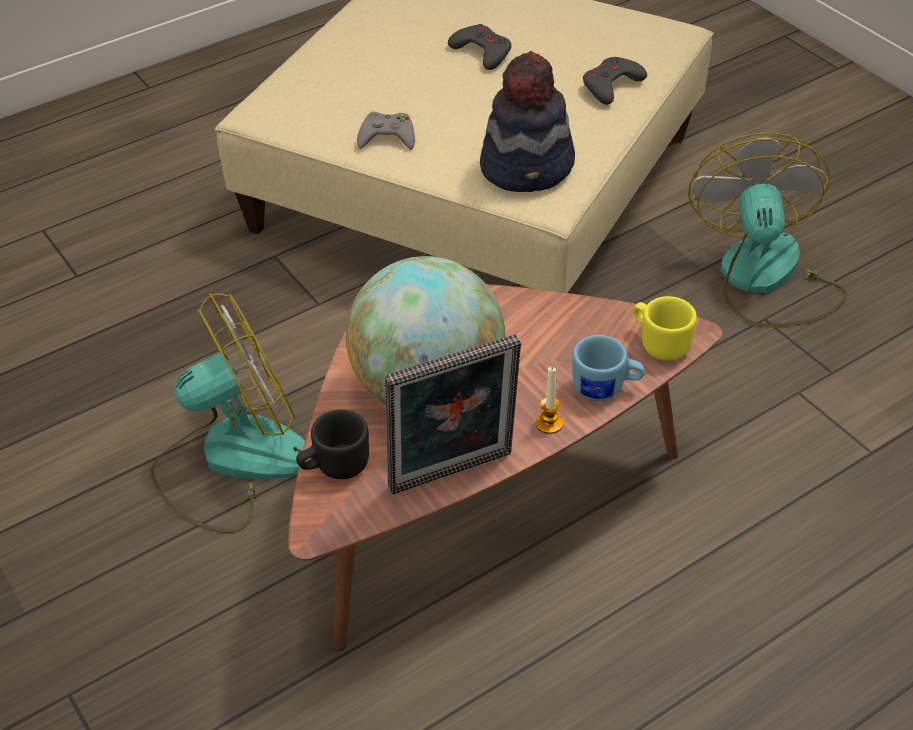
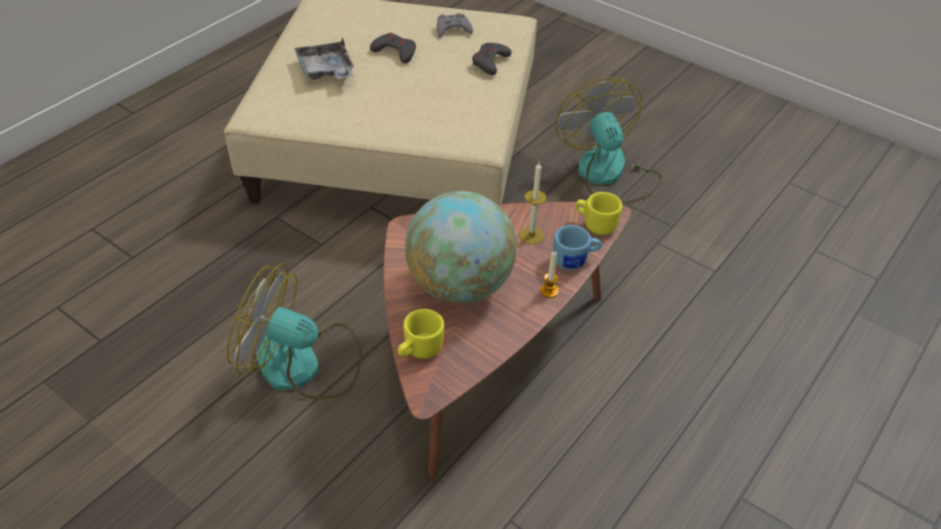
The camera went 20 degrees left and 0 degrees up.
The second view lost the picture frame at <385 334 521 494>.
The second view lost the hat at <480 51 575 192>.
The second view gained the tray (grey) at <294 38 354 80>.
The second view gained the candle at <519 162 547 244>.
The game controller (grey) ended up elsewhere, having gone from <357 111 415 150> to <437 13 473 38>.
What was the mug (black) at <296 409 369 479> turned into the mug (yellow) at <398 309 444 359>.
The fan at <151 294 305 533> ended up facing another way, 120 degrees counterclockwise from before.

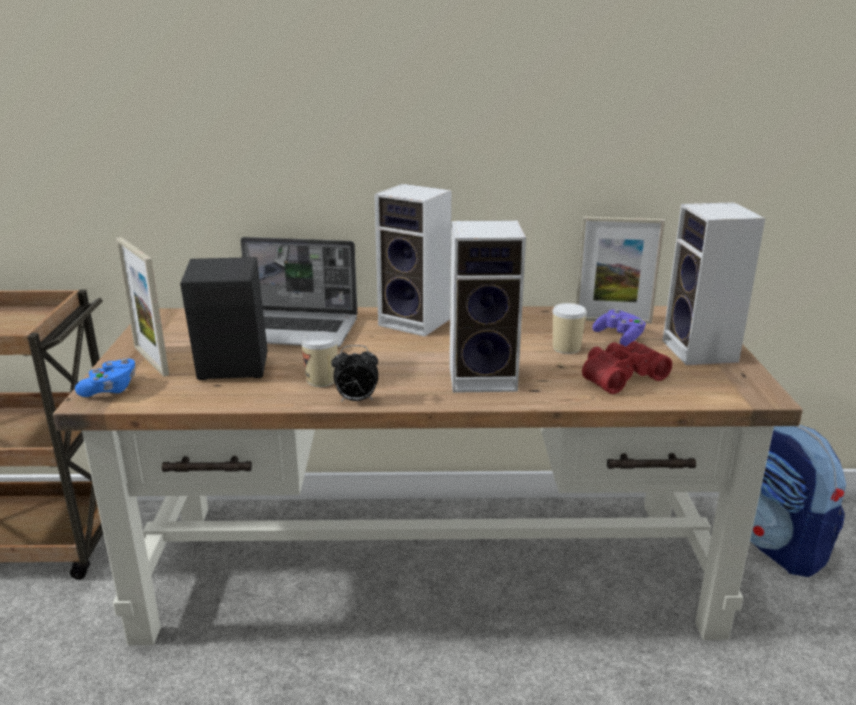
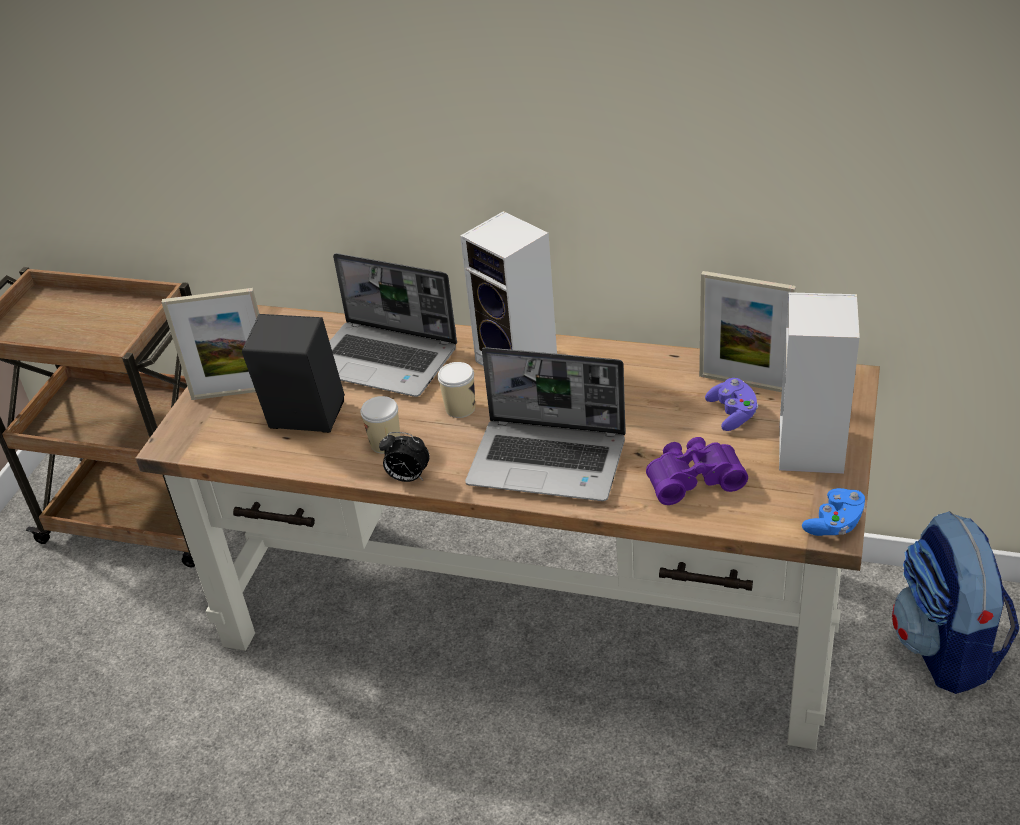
The camera went 20 degrees right and 15 degrees up.
The game controller (blue) ended up elsewhere, having gone from <75 358 135 397> to <802 488 866 536>.
The cup ended up elsewhere, having gone from <553 303 587 354> to <438 362 475 418>.
Where the speaker stood at <450 220 526 393>, the laptop came to stand at <465 347 626 501>.
What was the binoculars (red) at <582 341 672 394> turned into the binoculars (purple) at <646 437 748 505>.
The picture frame at <116 237 169 377> ended up facing another way, 75 degrees counterclockwise from before.

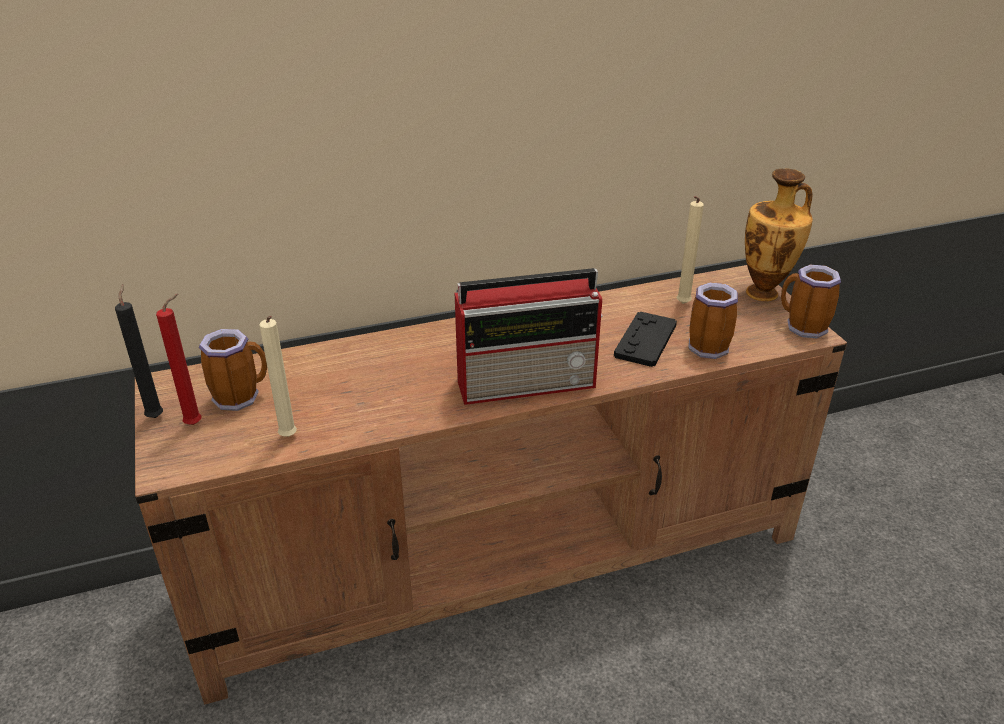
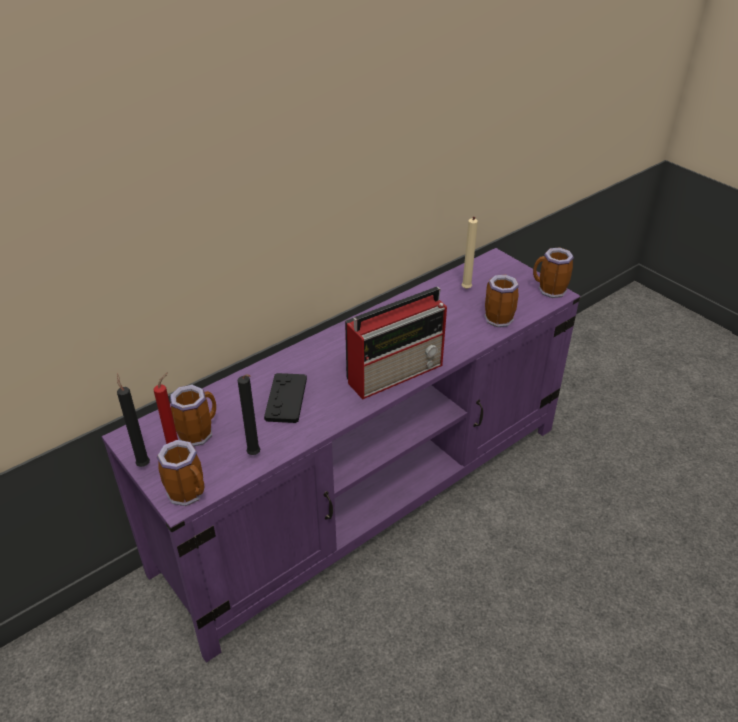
The camera went 20 degrees left and 5 degrees up.
The second view lost the vase at <745 168 813 301>.
The second view gained the mug at <157 440 205 506>.
The game controller (black) ended up elsewhere, having gone from <614 312 677 367> to <264 373 307 423>.
What was the tv stand (brown) at <135 265 847 705> turned into the tv stand (purple) at <102 248 580 663>.
What was the candle (beige) at <260 316 297 437> turned into the candle (black) at <237 374 260 455>.

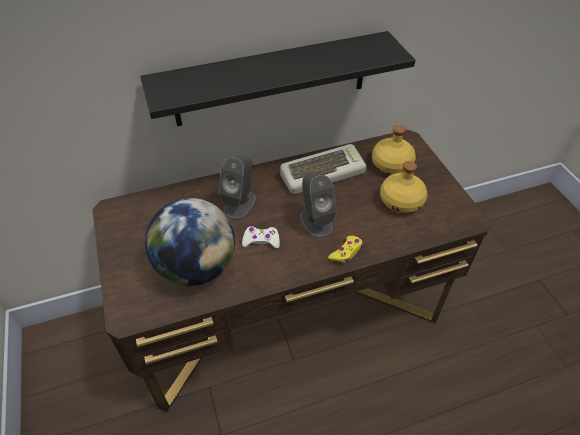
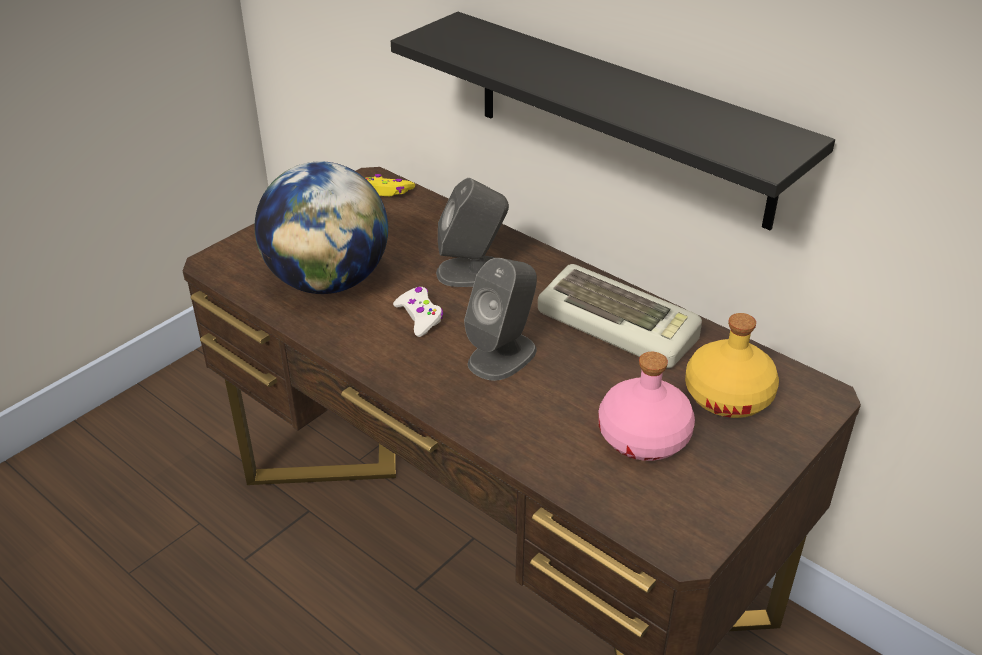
The camera went 60 degrees right and 10 degrees down.
The game controller (yellow) ended up elsewhere, having gone from <328 236 363 263> to <365 174 415 196>.
What was the bottle (yellow) at <380 161 427 213> turned into the bottle (pink) at <598 352 695 461>.

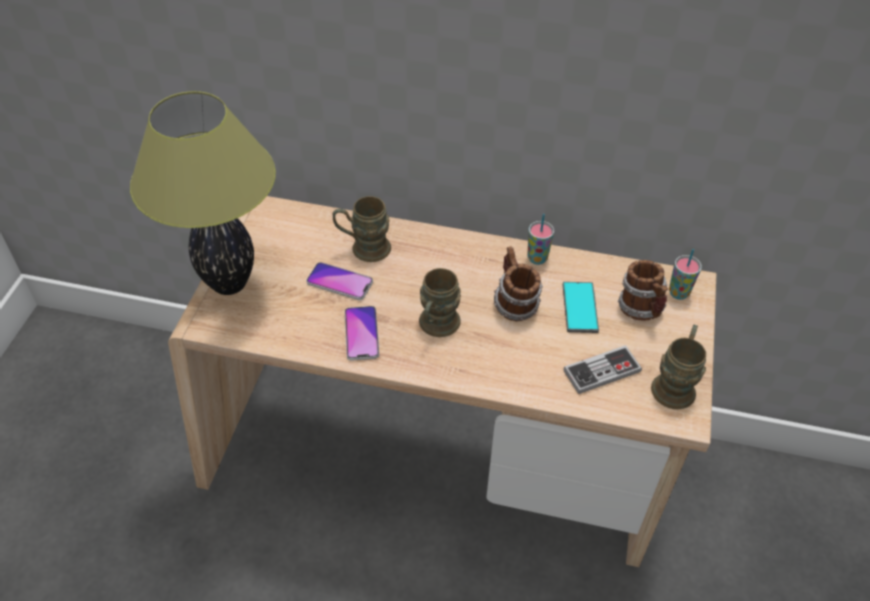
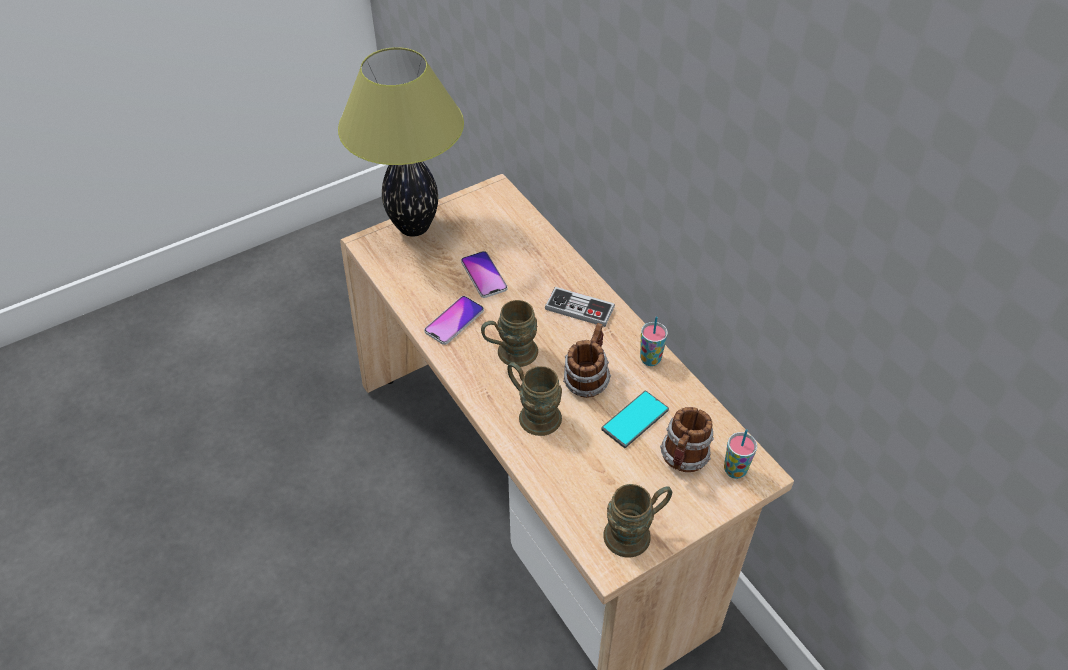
The camera went 45 degrees right and 0 degrees up.
The mug (brown) ended up elsewhere, having gone from <333 196 391 262> to <508 362 562 436>.
The game controller ended up elsewhere, having gone from <563 345 642 394> to <545 287 615 327>.

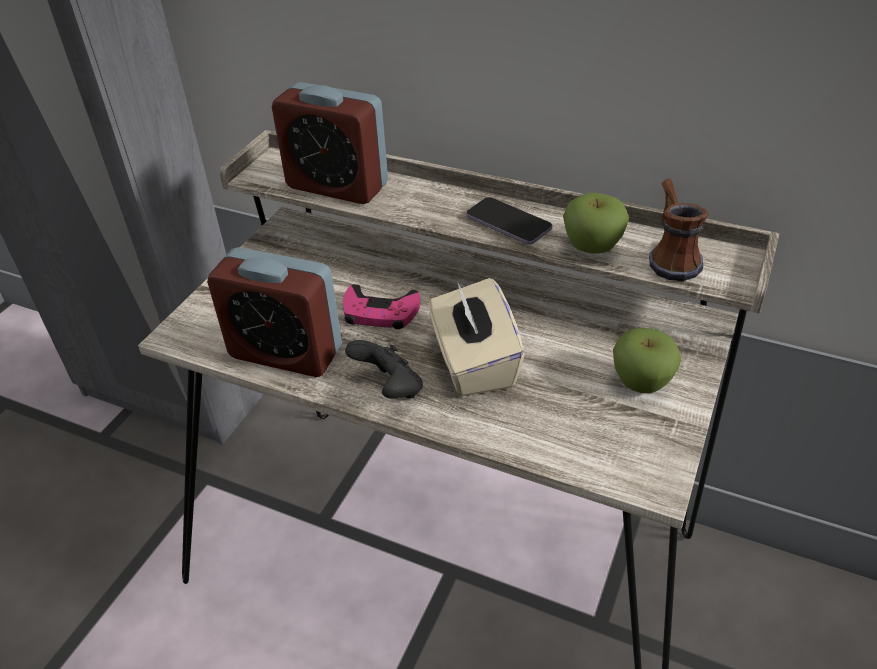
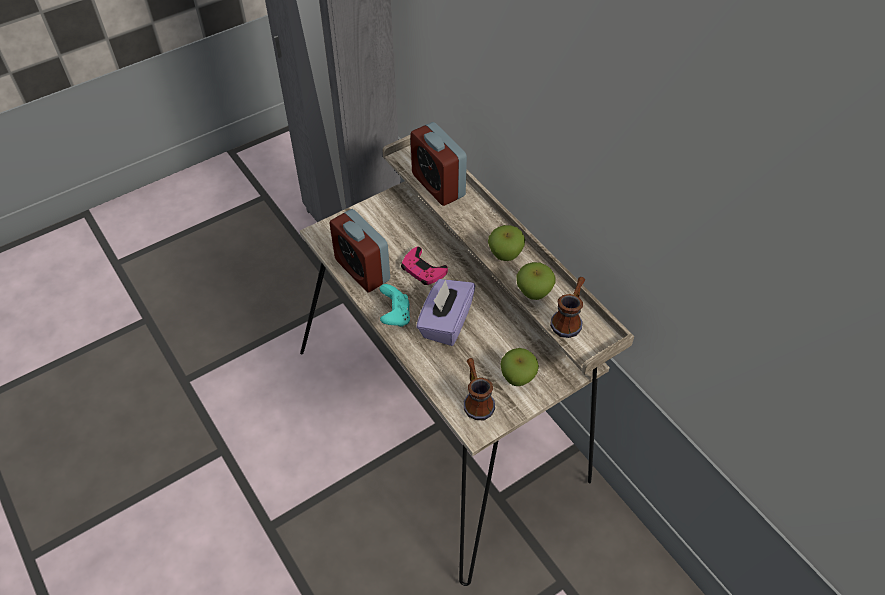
The camera went 30 degrees right and 10 degrees up.
The second view gained the mug at <464 358 495 420>.
Where the phone stood at <466 197 552 245>, the apple came to stand at <488 225 525 261>.
What was the game controller (black) at <345 340 423 399> turned into the game controller (turquoise) at <380 284 410 327>.
What was the tissue box (beige) at <429 278 525 396> turned into the tissue box (purple) at <416 279 475 346>.

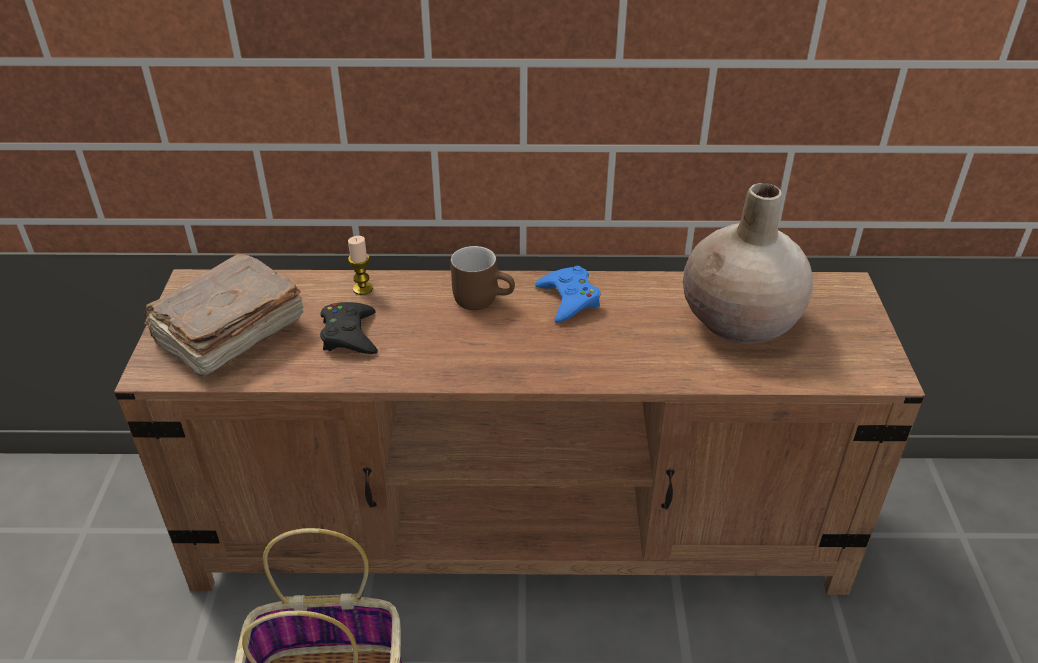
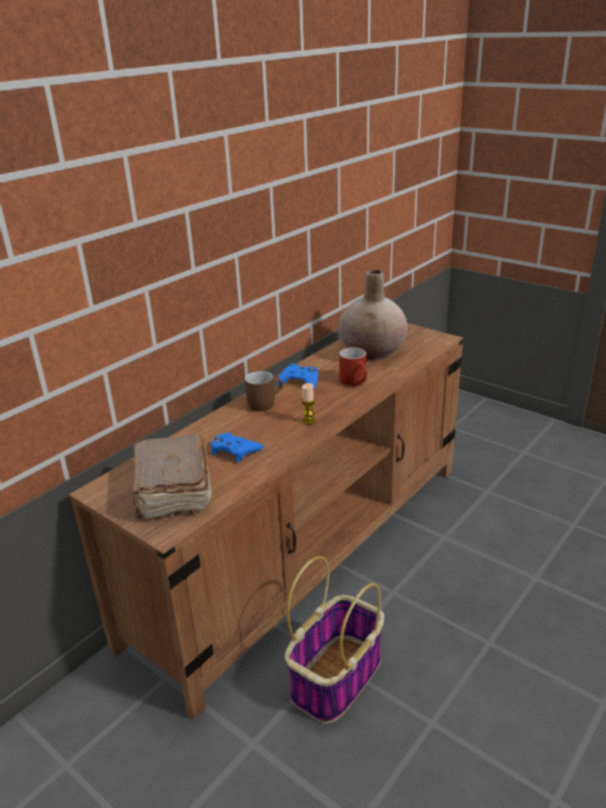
The camera went 50 degrees left and 10 degrees down.
The second view gained the mug (red) at <339 347 367 386>.
The candle ended up elsewhere, having gone from <348 236 373 295> to <301 383 316 425>.
What was the game controller (black) at <320 302 378 354> turned into the game controller (blue) at <211 433 264 463>.

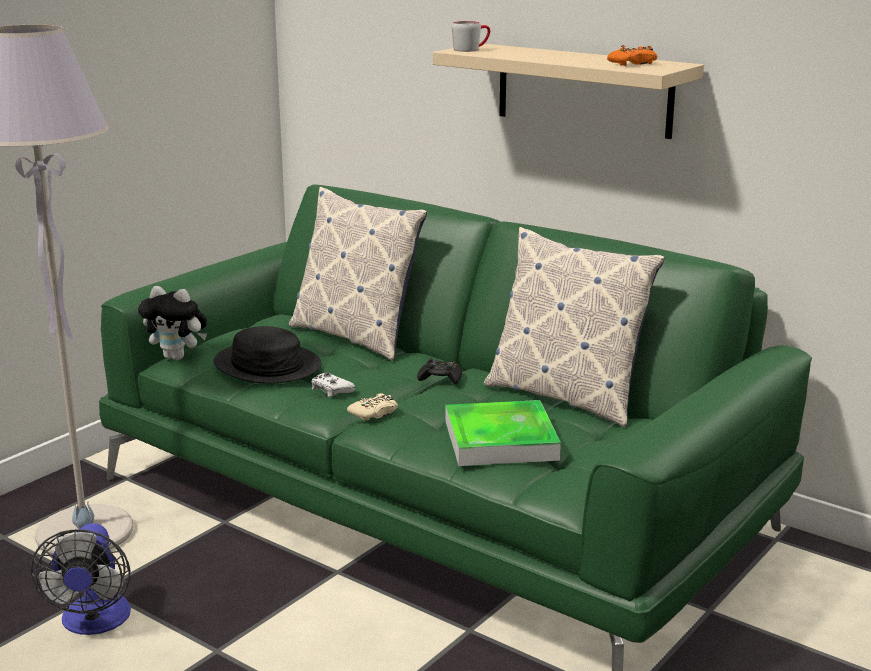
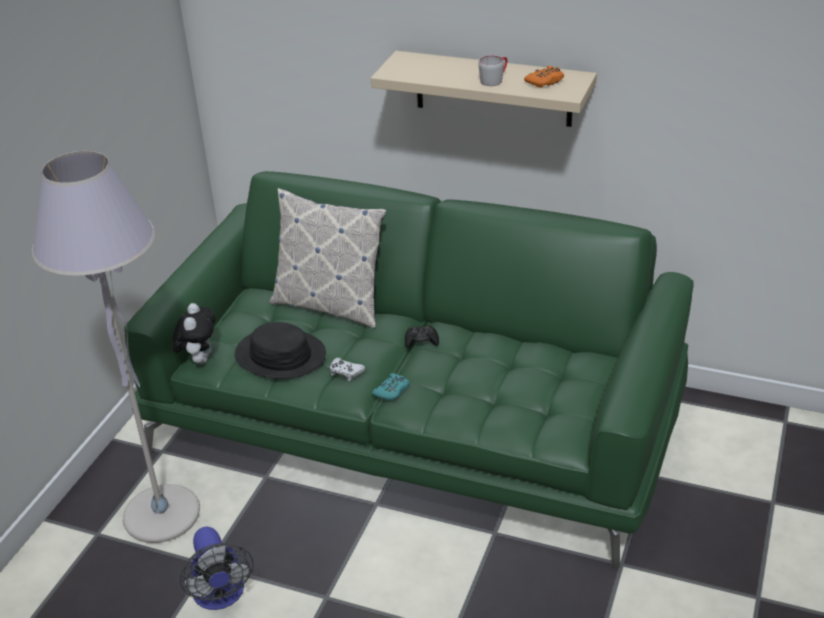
The camera went 15 degrees left and 15 degrees up.
The second view lost the tray at <446 400 561 466>.
The second view lost the pillow at <484 227 665 427>.
The mug (grey) ended up elsewhere, having gone from <451 21 490 52> to <478 55 508 86>.
What was the game controller (beige) at <347 393 398 421> turned into the game controller (turquoise) at <372 373 410 400>.
The plush toy at <138 286 207 360> ended up facing another way, 90 degrees counterclockwise from before.

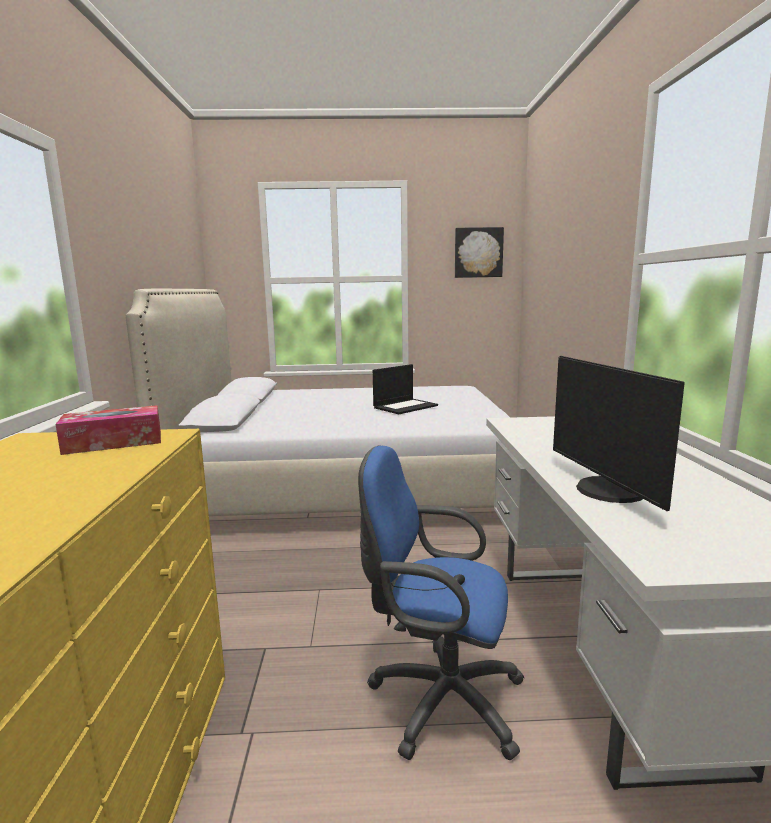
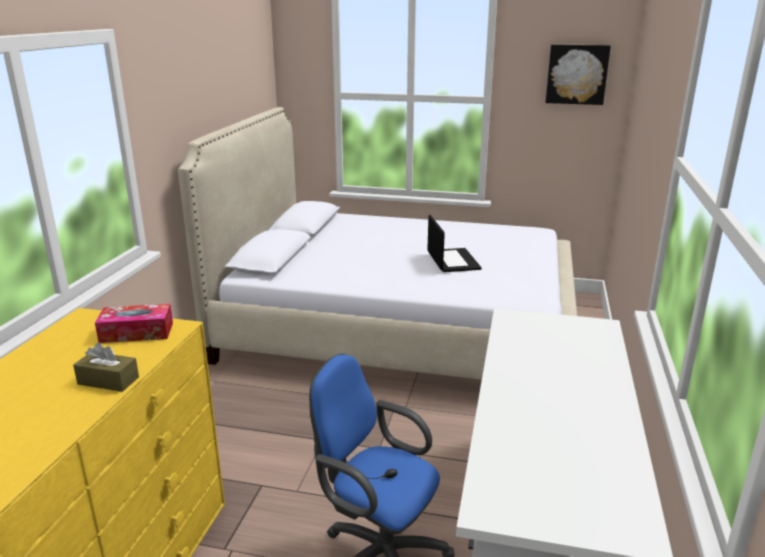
The camera went 15 degrees right and 10 degrees up.
The second view lost the monitor at <553 356 684 511>.
The second view gained the tissue box (brown) at <73 342 139 392>.
The laptop at <373 364 438 414> ended up facing another way, 75 degrees counterclockwise from before.

